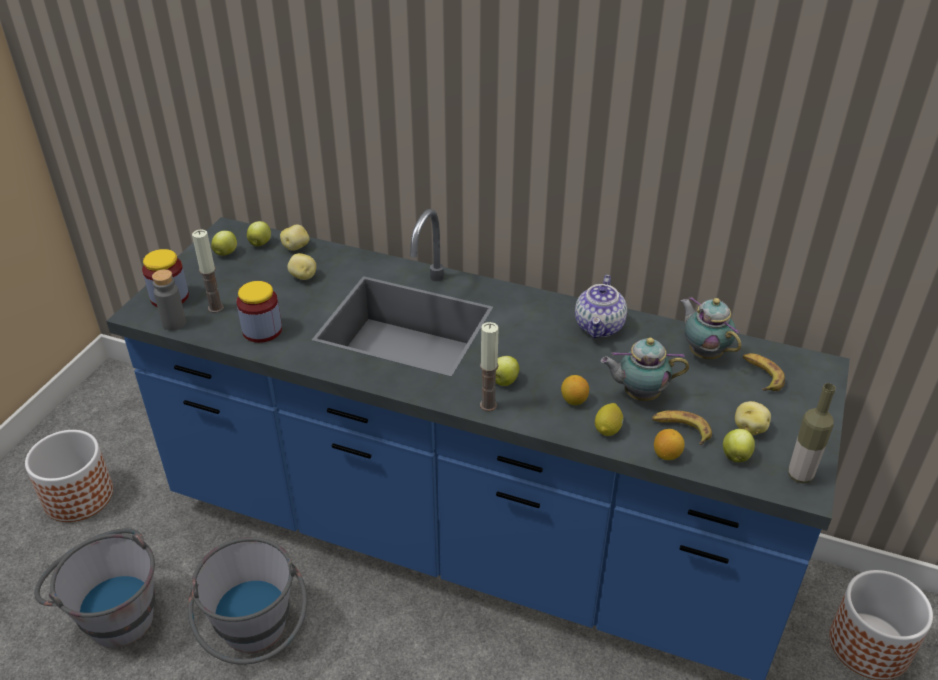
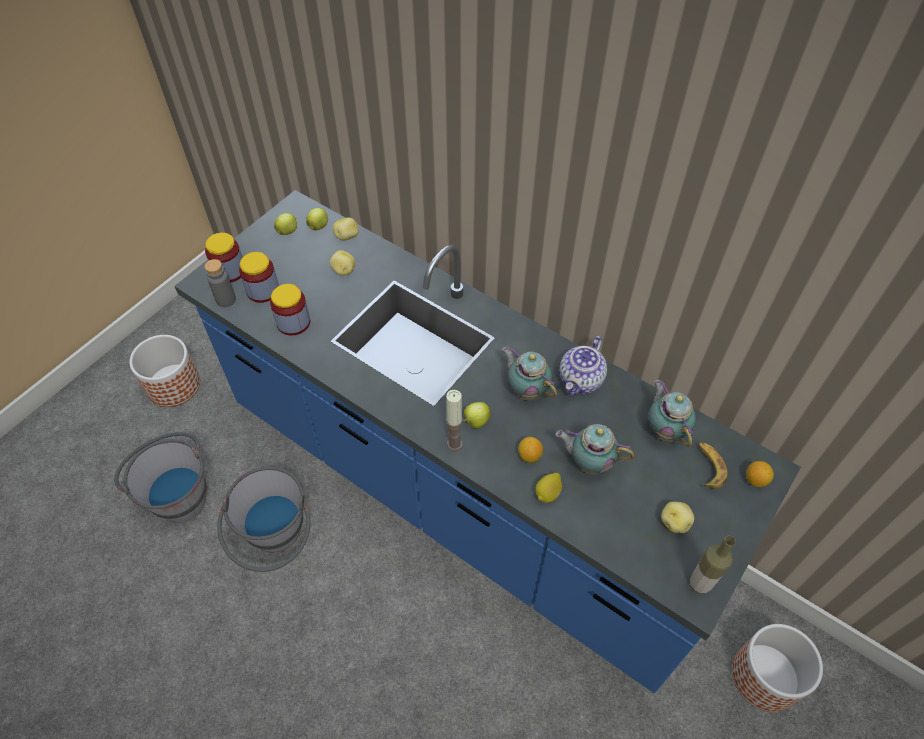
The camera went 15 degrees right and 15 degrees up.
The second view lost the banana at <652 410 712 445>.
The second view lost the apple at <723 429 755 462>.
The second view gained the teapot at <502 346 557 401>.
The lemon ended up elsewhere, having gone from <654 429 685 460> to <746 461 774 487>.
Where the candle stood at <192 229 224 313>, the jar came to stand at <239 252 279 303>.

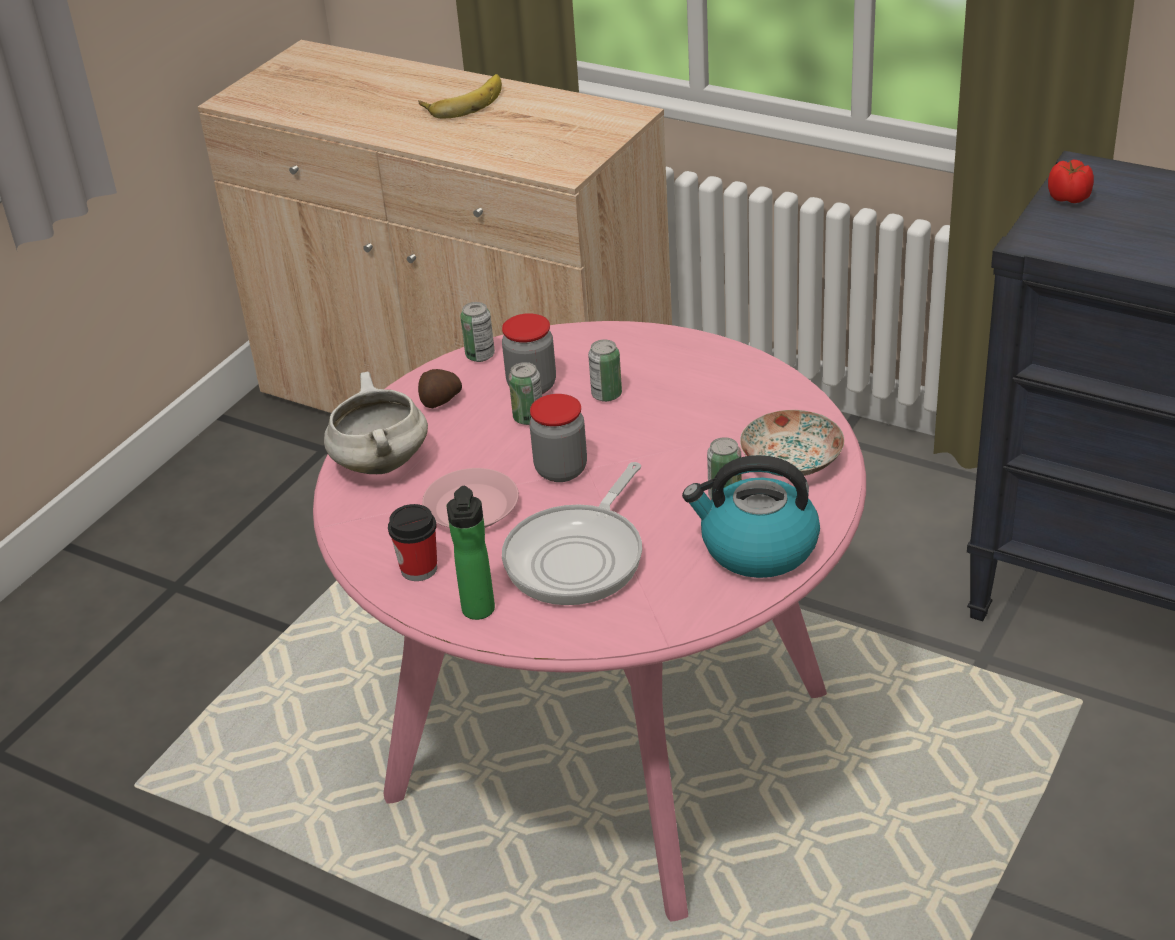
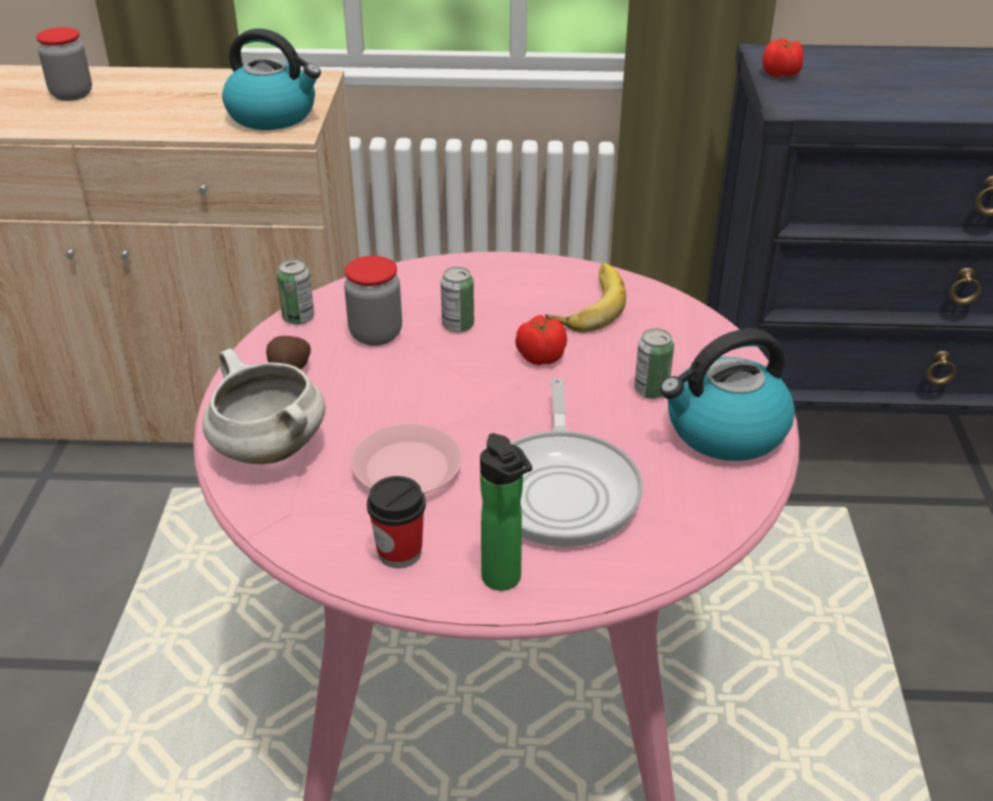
The camera went 30 degrees left and 0 degrees up.
The second view lost the can at <509 362 542 425>.
The second view lost the plate at <740 410 844 477>.
The second view gained the kettle at <222 28 321 130>.
The second view gained the tomato at <515 315 567 365>.
The banana ended up elsewhere, having gone from <419 74 502 118> to <545 263 626 333>.
The jar ended up elsewhere, having gone from <529 394 587 482> to <36 27 92 101>.

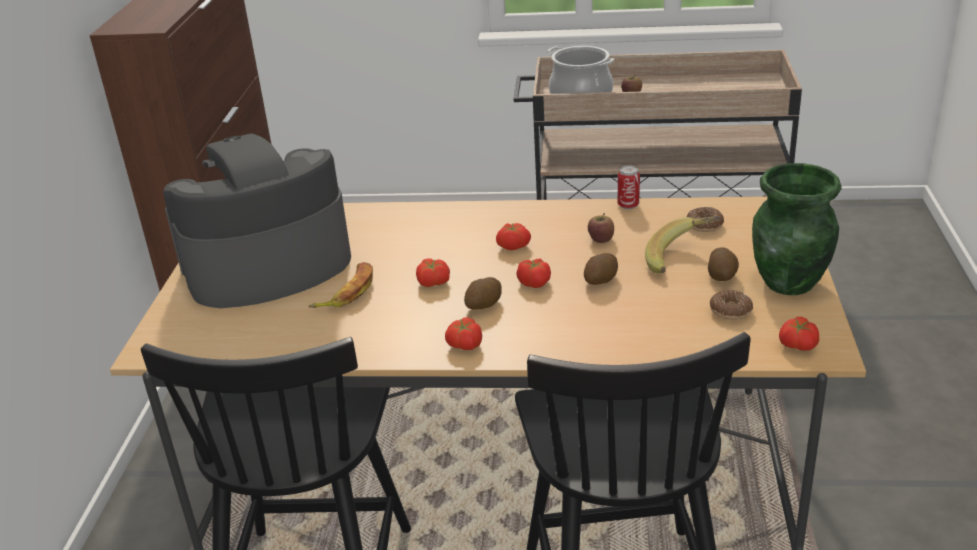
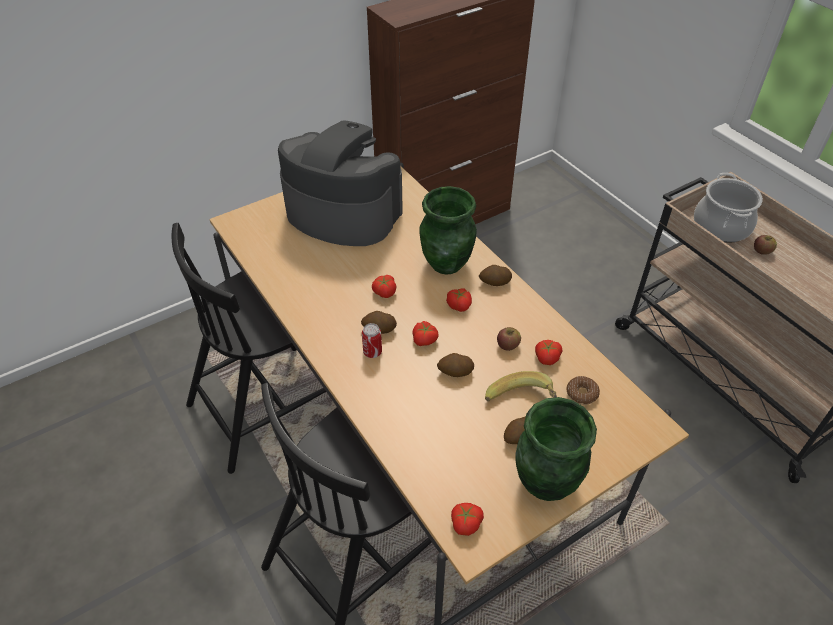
The camera went 50 degrees right and 15 degrees up.
The second view lost the banana at <309 262 373 308>.
The second view lost the donut at <710 290 753 320>.
The second view gained the vase (green) at <420 186 477 274>.
The second view gained the potato at <479 265 512 286>.
The tomato ended up elsewhere, having gone from <445 317 482 350> to <535 340 562 365>.
The can ended up elsewhere, having gone from <618 165 640 209> to <362 323 382 358>.

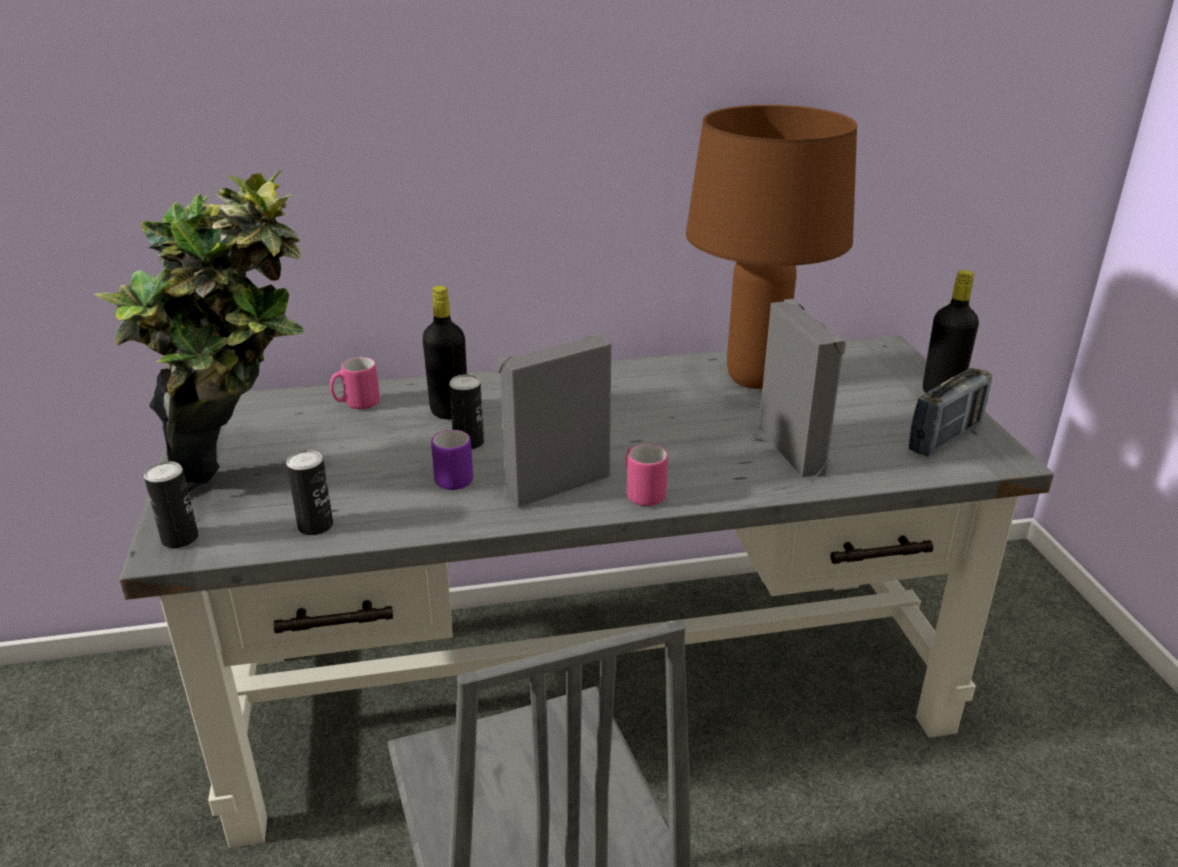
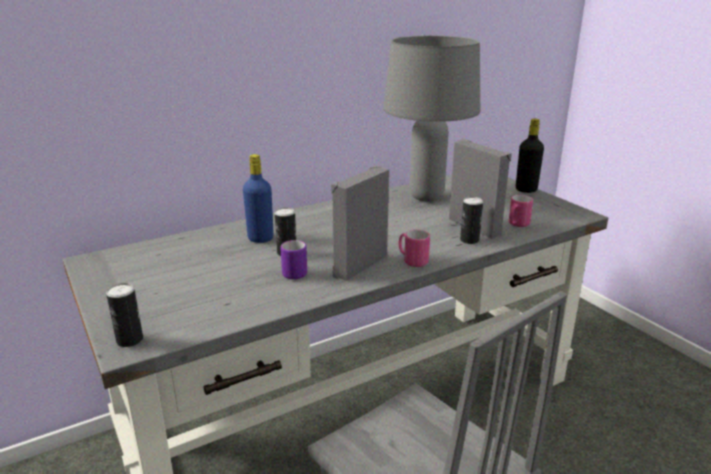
The camera went 20 degrees left and 5 degrees down.
The second view lost the potted plant at <95 170 304 492>.
The second view lost the radio at <909 368 992 457>.
The can ended up elsewhere, having gone from <286 450 333 535> to <460 197 483 244>.
The mug (pink) ended up elsewhere, having gone from <330 357 380 409> to <509 195 533 227>.
What was the bottle (black) at <422 286 467 419> turned into the bottle (blue) at <243 154 274 243>.
What was the table lamp (brown) at <686 105 857 389> turned into the table lamp (grey) at <383 35 480 201>.

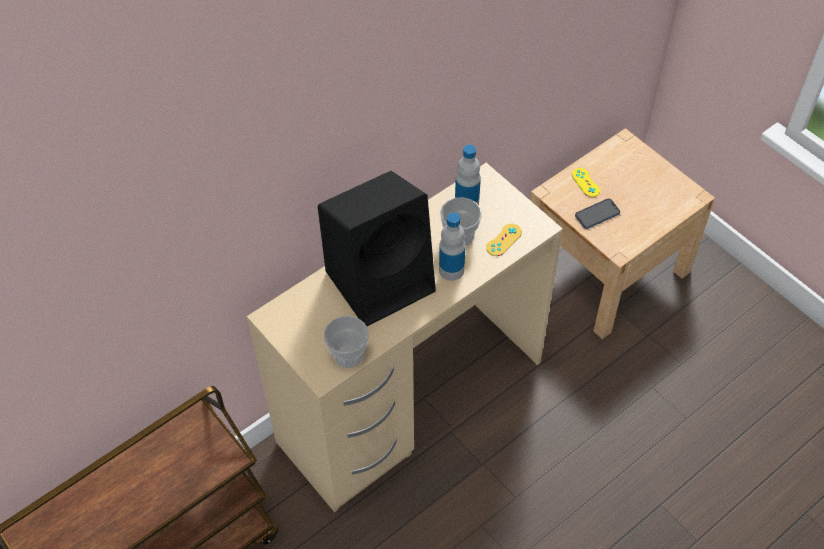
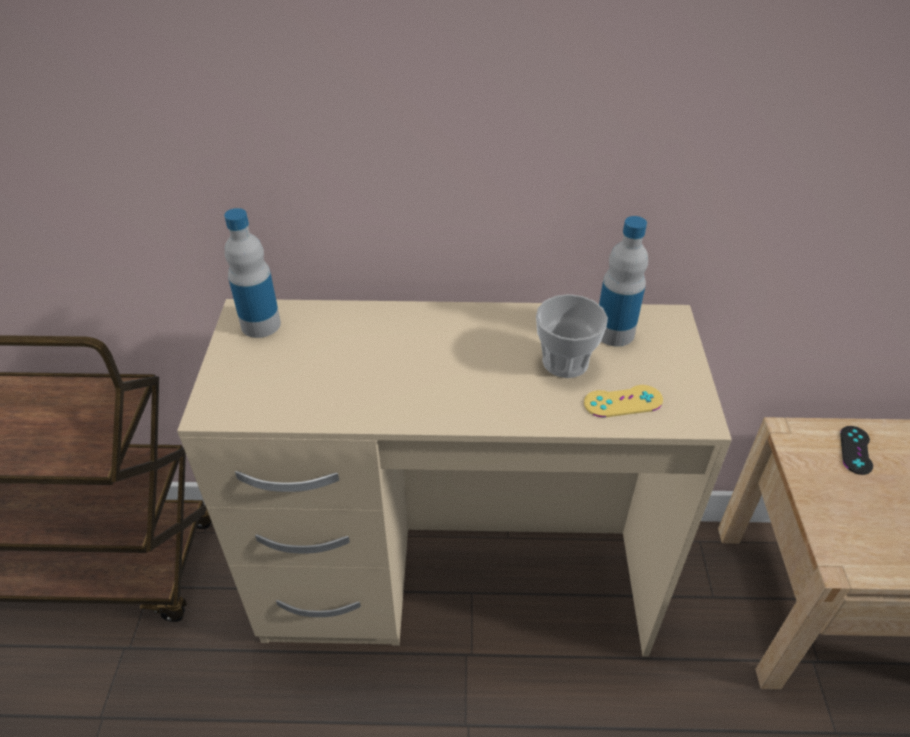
The camera went 40 degrees right and 10 degrees down.
The second view lost the speaker (black) at <318 171 436 326>.
The second view lost the cup at <324 316 369 368>.
The second view lost the phone at <575 198 620 229>.
The bottle ended up elsewhere, having gone from <439 212 466 281> to <224 208 281 338>.
What was the game controller (yellow) at <572 168 600 197> turned into the game controller (black) at <840 426 873 475>.

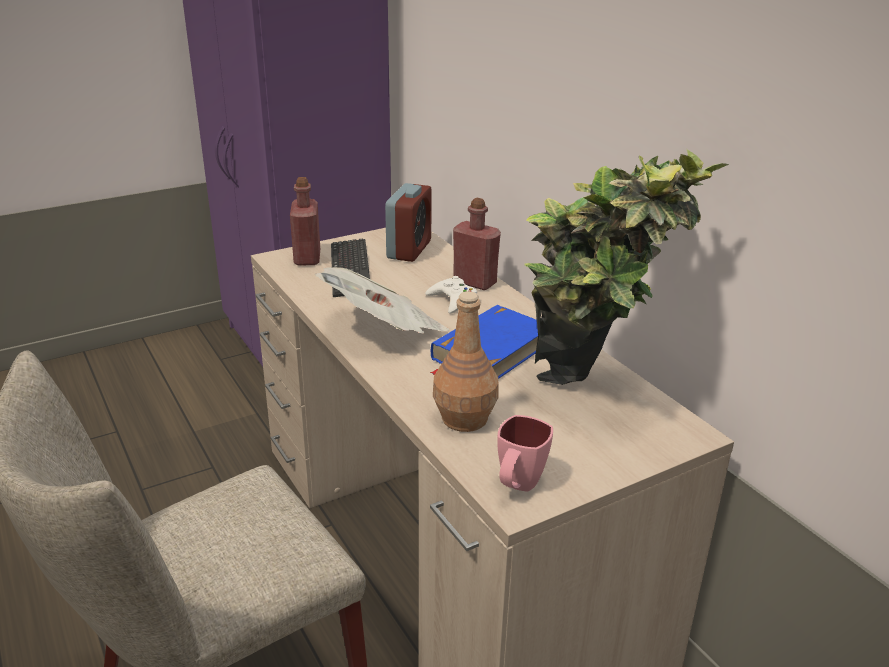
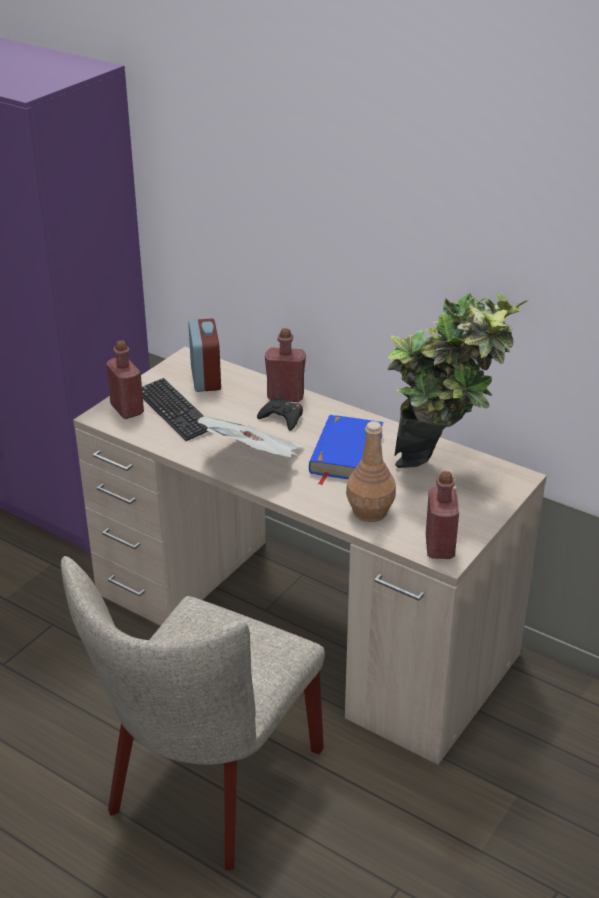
The camera went 25 degrees left and 5 degrees up.
Where the mug (pink) stood at <497 415 553 492>, the bottle (red) came to stand at <426 471 459 559>.
What was the game controller (white) at <425 276 477 314> turned into the game controller (black) at <257 397 303 431>.

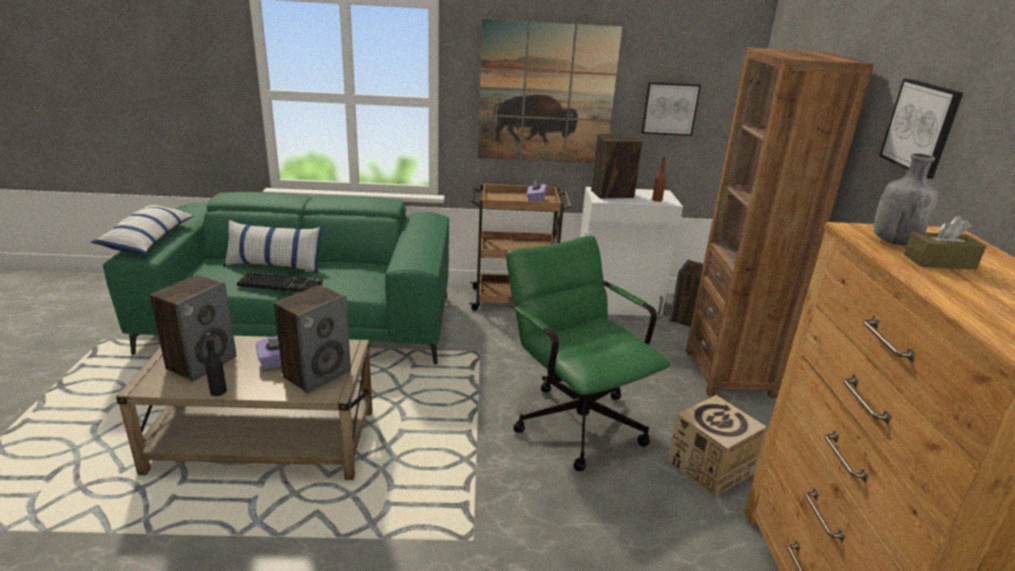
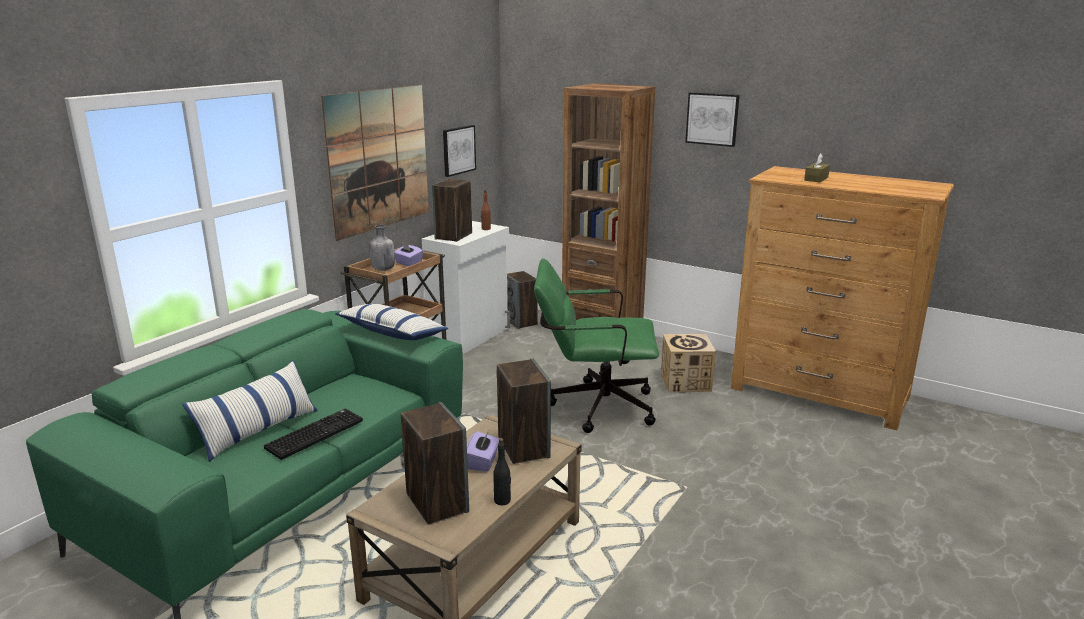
The camera went 55 degrees left and 5 degrees down.
The pillow ended up elsewhere, having gone from <91 205 194 254> to <335 304 448 340>.
The bottle (grey) ended up elsewhere, having gone from <874 153 938 245> to <370 225 395 271>.

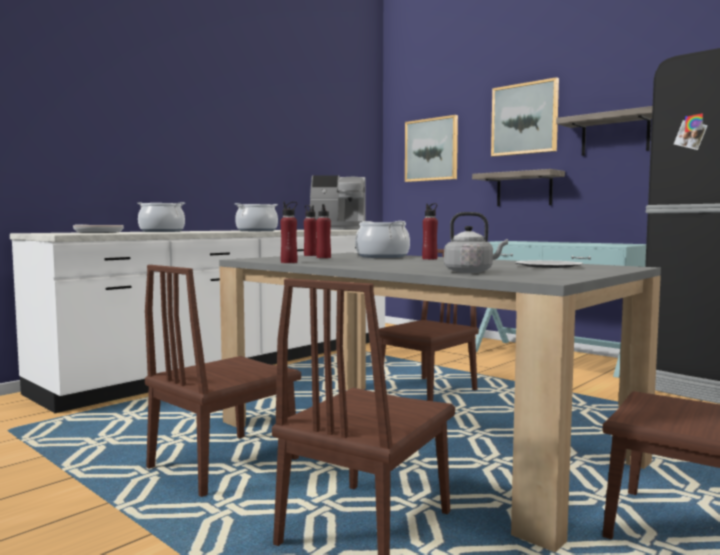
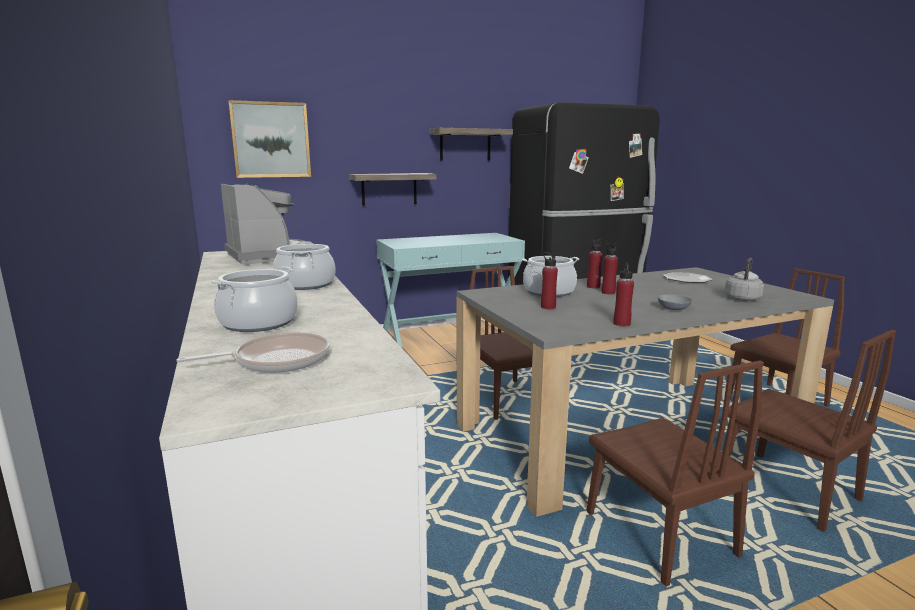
The camera went 65 degrees left and 10 degrees up.
The second view lost the picture at <491 77 559 157>.
The second view gained the bowl (grey) at <657 294 692 310>.
The bottle (red) ended up elsewhere, having gone from <304 205 317 256> to <602 243 618 294>.
The coffee machine at <310 175 366 230> ended up facing another way, 60 degrees counterclockwise from before.

